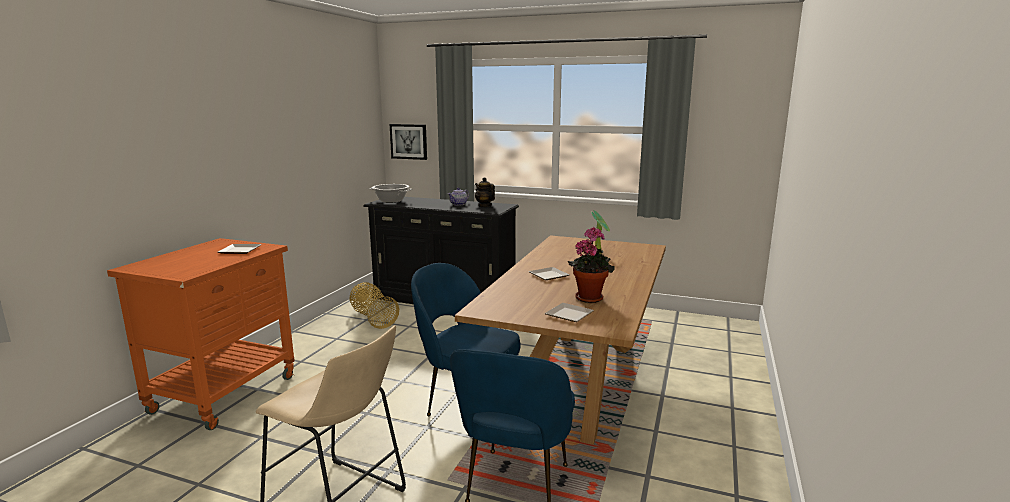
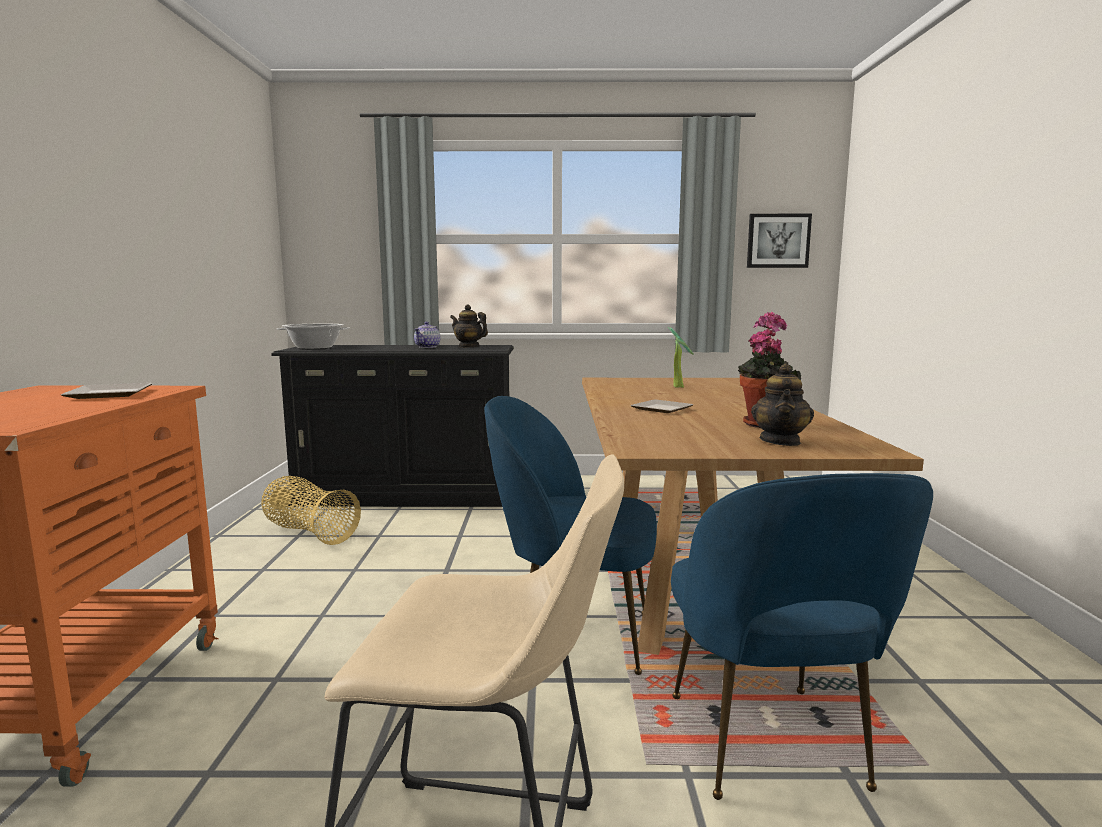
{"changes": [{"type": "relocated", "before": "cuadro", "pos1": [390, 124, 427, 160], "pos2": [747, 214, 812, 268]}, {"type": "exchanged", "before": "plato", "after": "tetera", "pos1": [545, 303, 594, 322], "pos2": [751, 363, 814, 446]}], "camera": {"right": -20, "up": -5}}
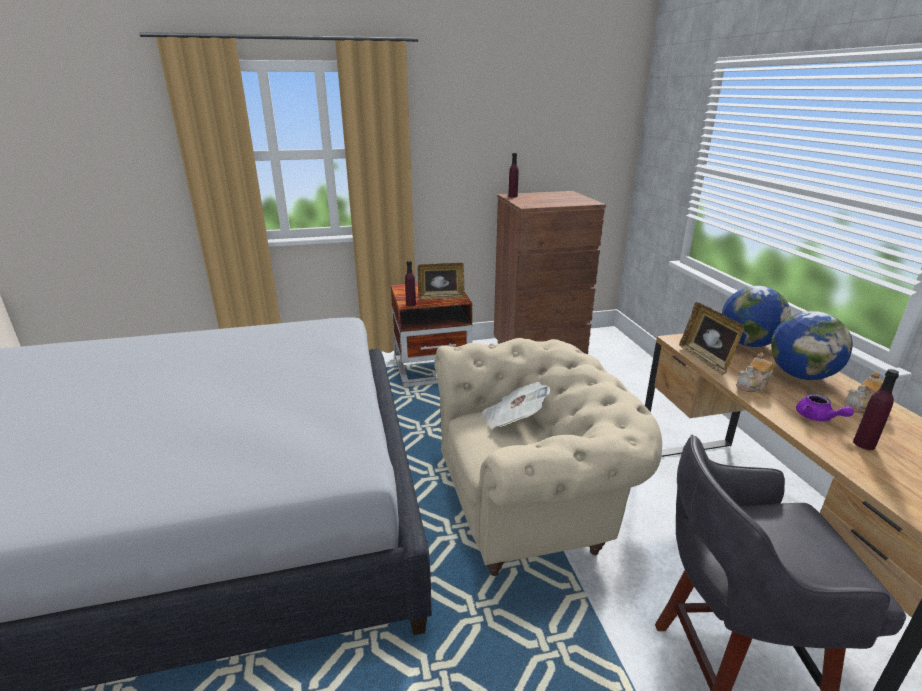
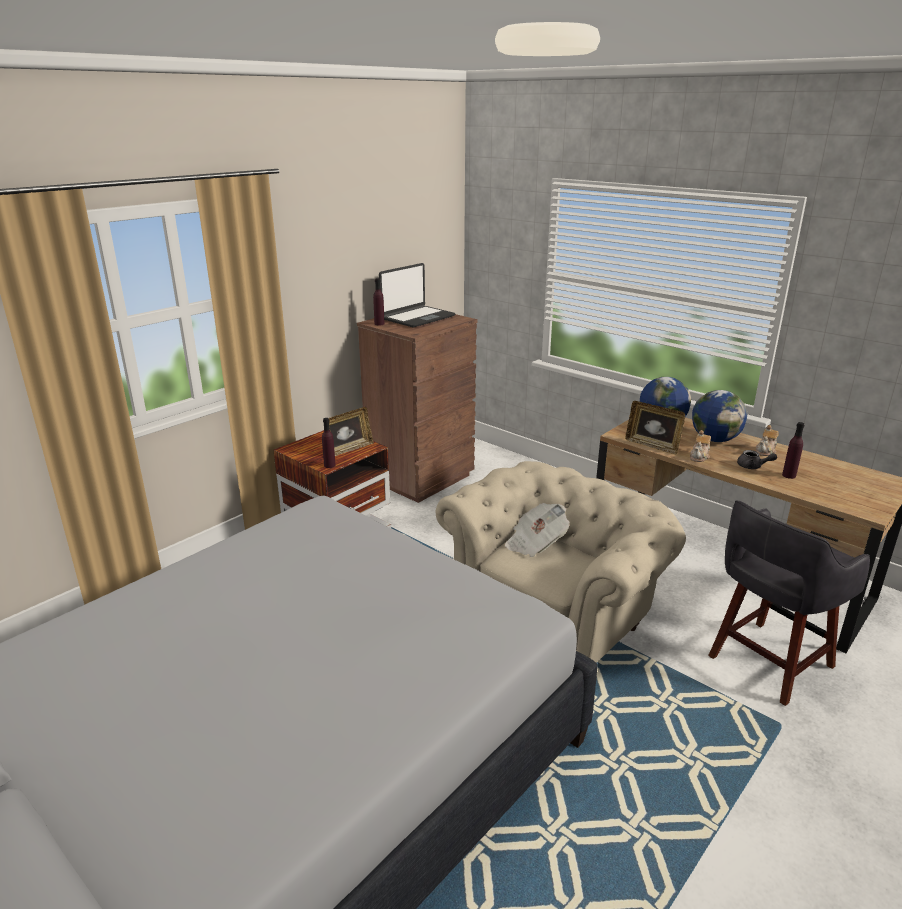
{"changes": [{"type": "colour", "before": "tetera [morado]", "after": "tetera [gris]", "pos1": [796, 393, 854, 422], "pos2": [737, 450, 777, 469]}, {"type": "appeared", "after": "portátil", "pos2": [379, 263, 456, 328]}], "camera": {"right": -35, "up": 0}}
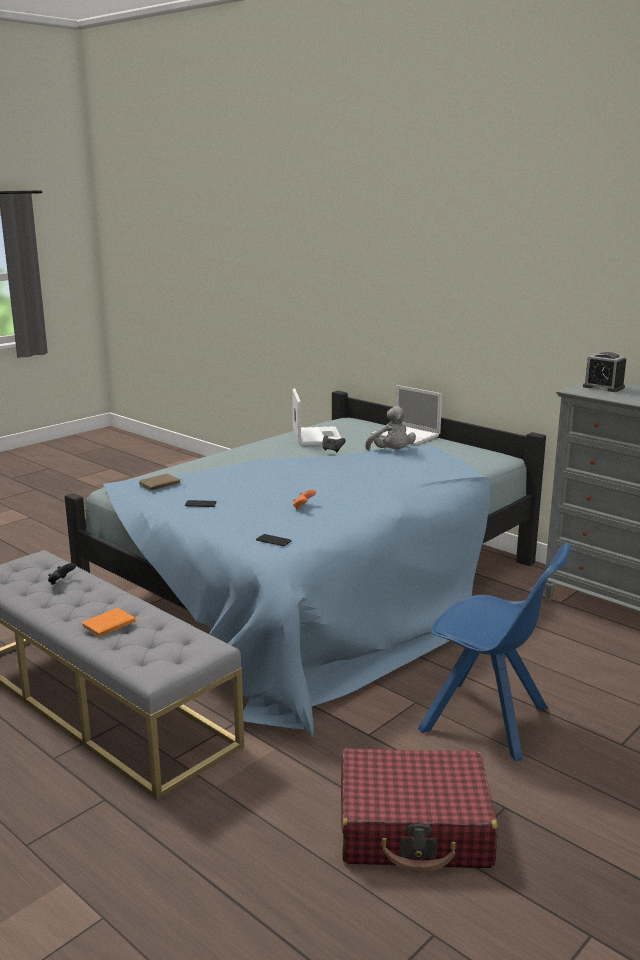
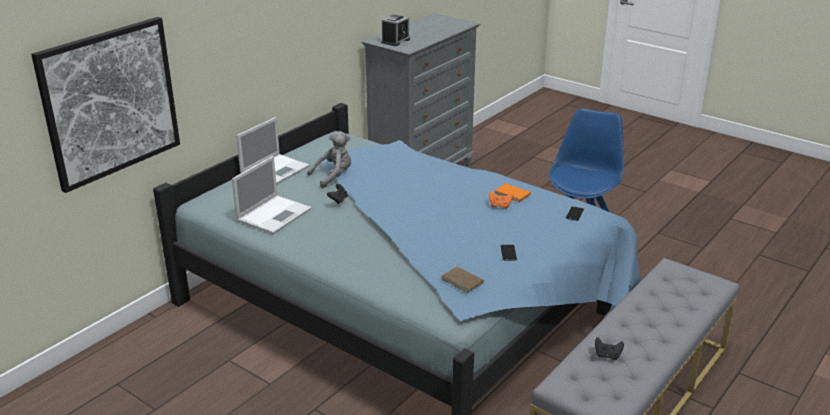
{"changes": [{"type": "relocated", "before": "libro [naranja]", "pos1": [82, 608, 140, 637], "pos2": [495, 181, 531, 203]}, {"type": "spun", "before": "portátil", "pos1": [292, 388, 341, 446], "pos2": [232, 156, 312, 234], "turn": 135}, {"type": "missing", "before": "maleta [rojo]", "pos1": [341, 748, 498, 873]}, {"type": "appeared", "after": "cuadro", "pos2": [31, 17, 180, 193]}], "camera": {"right": -95, "up": 10}}
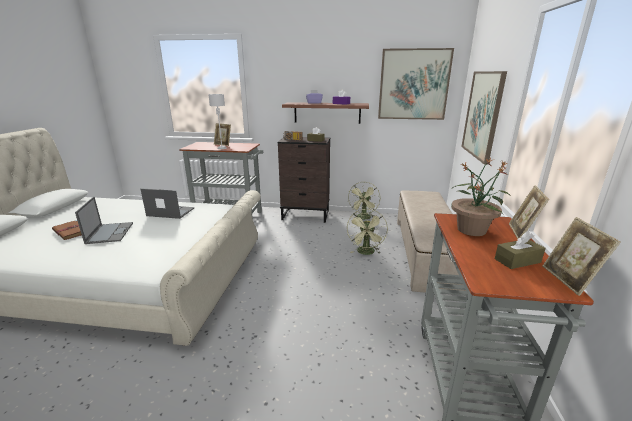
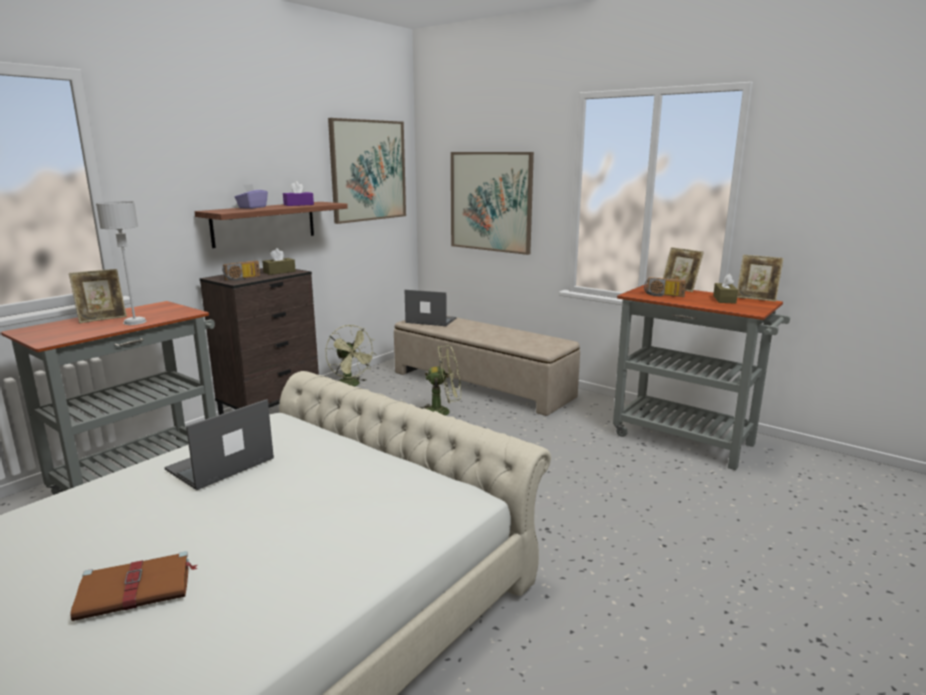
{"changes": [{"type": "relocated", "before": "portátil", "pos1": [75, 197, 133, 244], "pos2": [405, 290, 457, 326]}, {"type": "spun", "before": "ventilador [verde]", "pos1": [347, 209, 388, 255], "pos2": [420, 345, 461, 416], "turn": -45}, {"type": "exchanged", "before": "planta en maceta", "after": "radio", "pos1": [451, 157, 510, 236], "pos2": [644, 277, 686, 297]}], "camera": {"right": -60, "up": -5}}
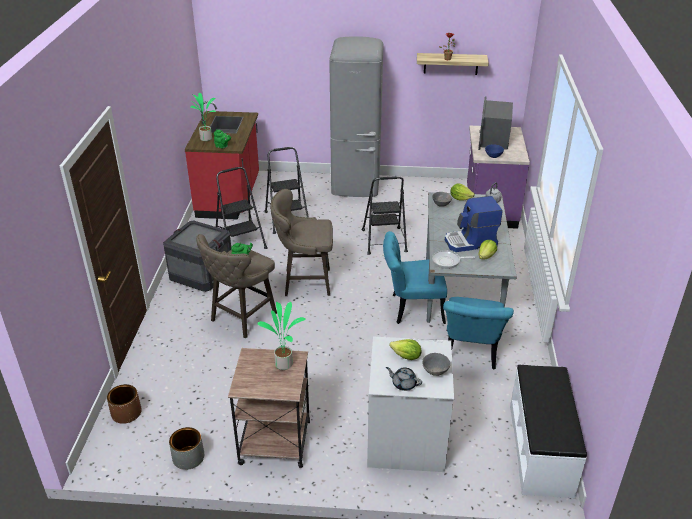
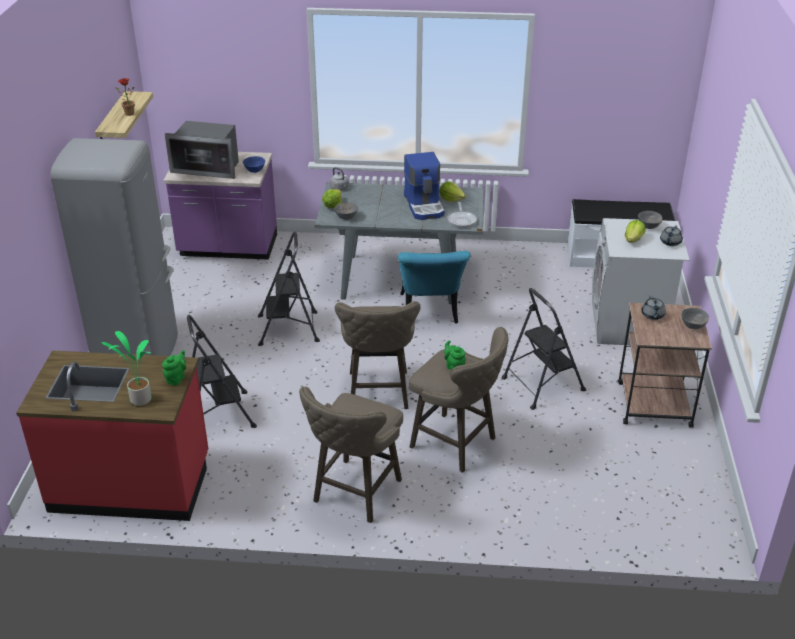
{"changes": [{"type": "missing", "before": "maceta [marrón]", "pos1": [107, 384, 142, 424]}, {"type": "exchanged", "before": "caja de embalaje", "after": "taburete [beis]", "pos1": [163, 220, 231, 292], "pos2": [299, 386, 403, 523]}, {"type": "missing", "before": "maceta [gris]", "pos1": [169, 427, 204, 470]}, {"type": "relocated", "before": "escalera de tijera [negro]", "pos1": [215, 167, 268, 249], "pos2": [501, 288, 586, 410]}, {"type": "exchanged", "before": "planta en maceta", "after": "tetera [gris]", "pos1": [257, 302, 306, 370], "pos2": [641, 295, 666, 320]}, {"type": "missing", "before": "silla [turquesa]", "pos1": [443, 297, 514, 370]}, {"type": "appeared", "after": "cuenco [gris]", "pos2": [681, 308, 709, 329]}], "camera": {"right": -90, "up": 0}}
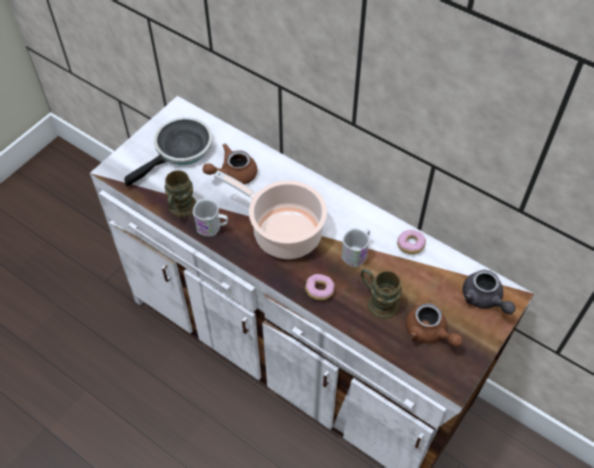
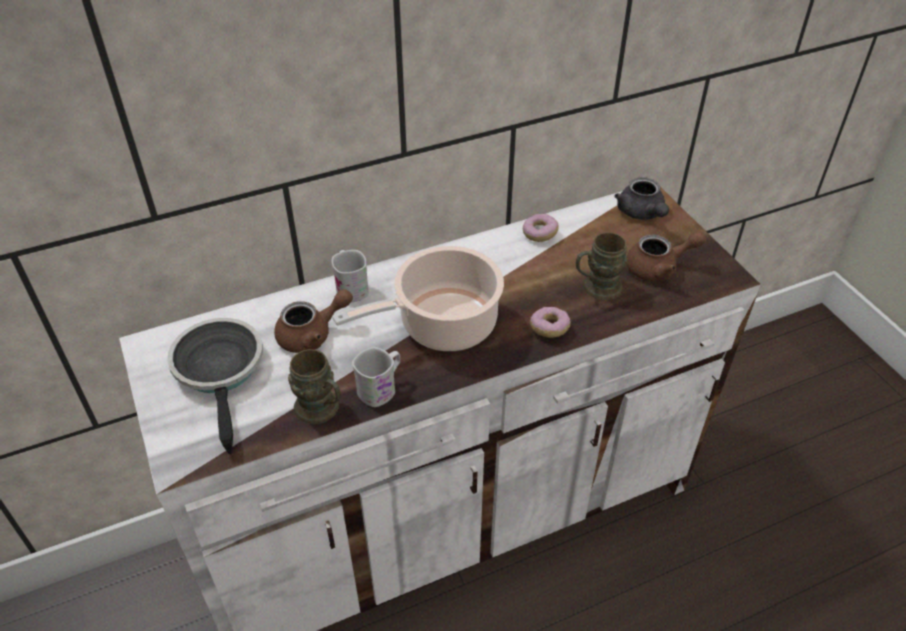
{"changes": [{"type": "spun", "before": "tetera [marrón]", "pos1": [203, 144, 257, 184], "pos2": [274, 289, 353, 353], "turn": -120}, {"type": "relocated", "before": "taza grande [blanco]", "pos1": [341, 228, 370, 267], "pos2": [332, 250, 369, 302]}, {"type": "spun", "before": "tetera [gris]", "pos1": [463, 270, 516, 314], "pos2": [615, 177, 669, 220], "turn": 75}], "camera": {"right": -60, "up": -10}}
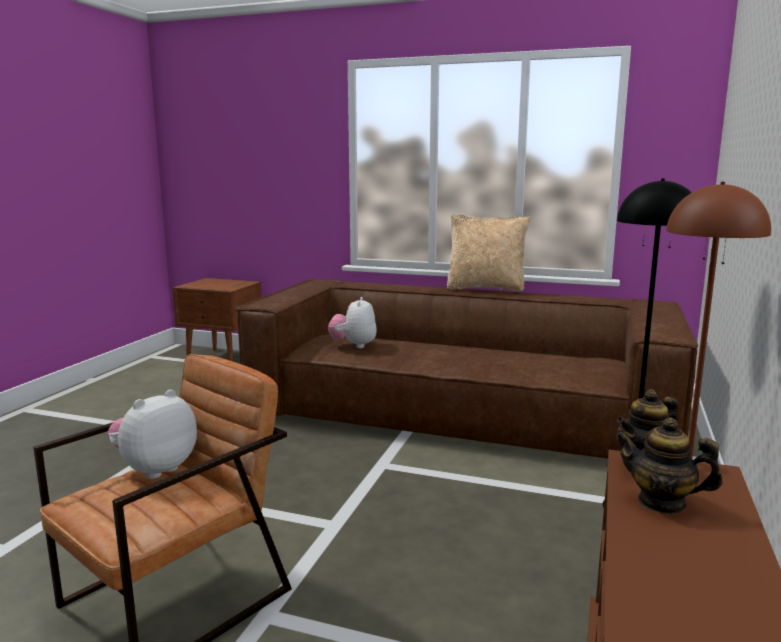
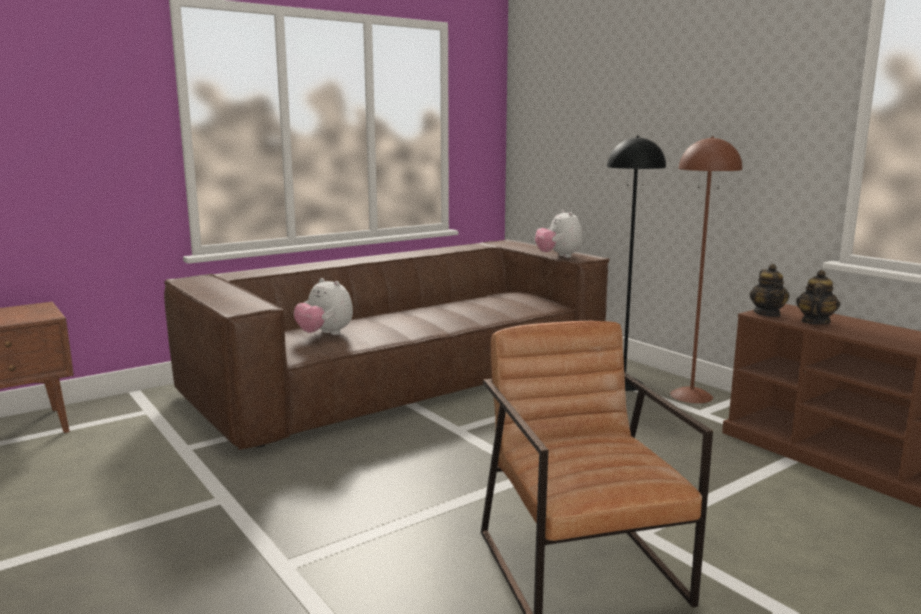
{"changes": [{"type": "relocated", "before": "peluche", "pos1": [107, 389, 197, 479], "pos2": [535, 210, 583, 258]}, {"type": "missing", "before": "cojín [beis]", "pos1": [447, 214, 531, 292]}, {"type": "spun", "before": "tetera", "pos1": [616, 418, 723, 514], "pos2": [796, 270, 840, 324], "turn": 150}], "camera": {"right": -55, "up": 0}}
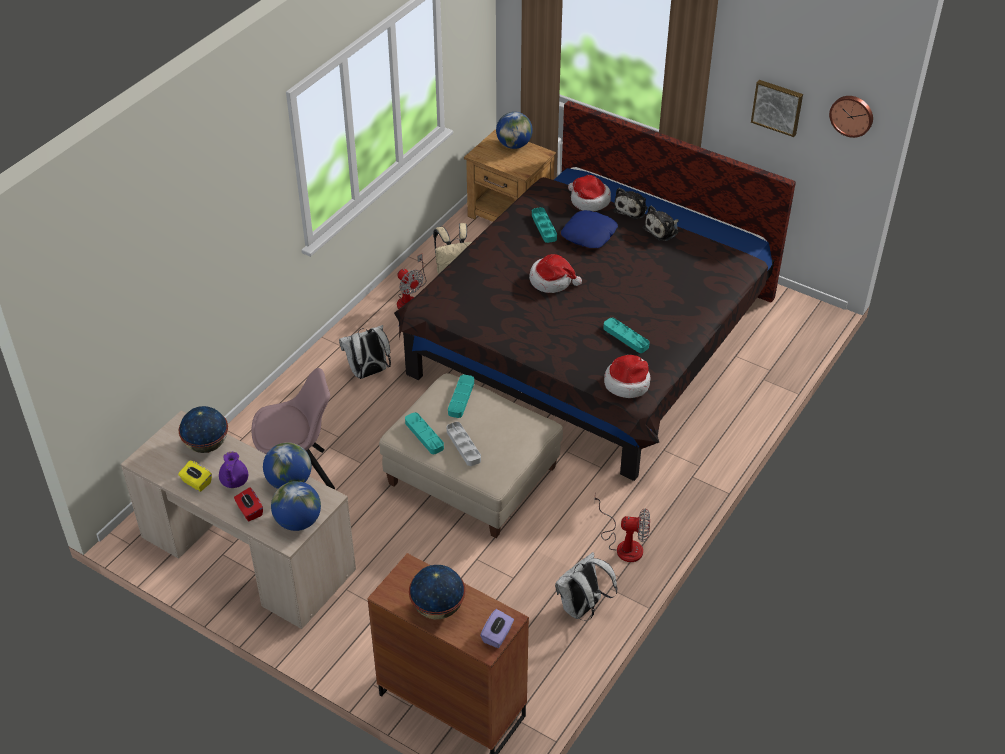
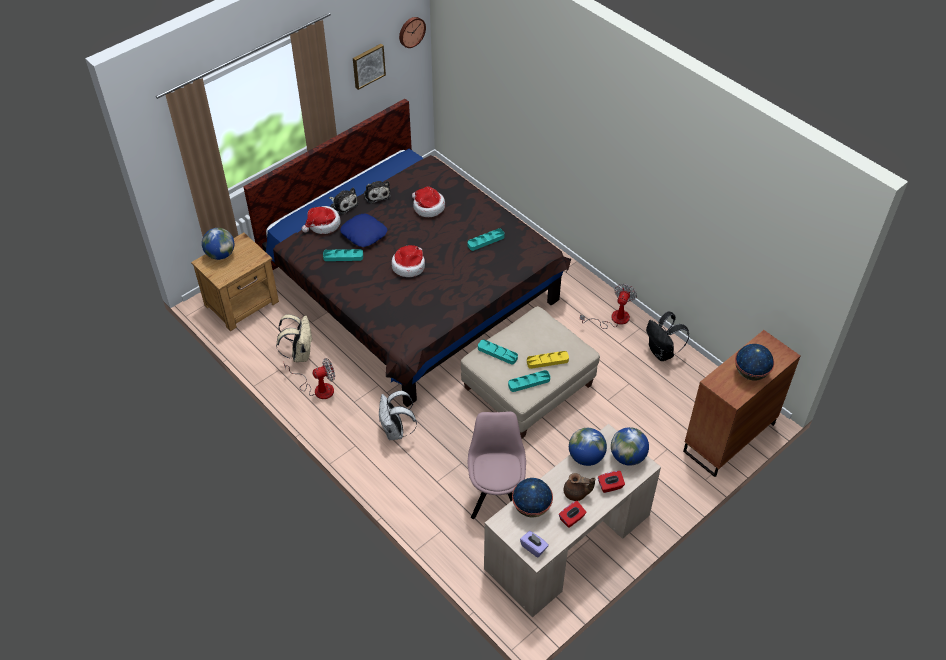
{"changes": [{"type": "colour", "before": "caja de pañuelos [amarillo]", "after": "caja de pañuelos [rojo]", "pos1": [178, 461, 212, 492], "pos2": [559, 501, 586, 528]}, {"type": "colour", "before": "tetera [morado]", "after": "tetera [marrón]", "pos1": [219, 452, 248, 488], "pos2": [564, 473, 595, 501]}, {"type": "colour", "before": "bandeja [gris]", "after": "bandeja [amarillo]", "pos1": [447, 422, 481, 466], "pos2": [527, 351, 569, 369]}, {"type": "relocated", "before": "caja de pañuelos [morado]", "pos1": [480, 609, 514, 648], "pos2": [520, 531, 549, 558]}, {"type": "colour", "before": "mochila [blanco]", "after": "mochila [negro]", "pos1": [555, 552, 618, 621], "pos2": [646, 311, 689, 361]}, {"type": "relocated", "before": "sombrero", "pos1": [604, 355, 651, 398], "pos2": [412, 186, 445, 217]}], "camera": {"right": -75, "up": 5}}
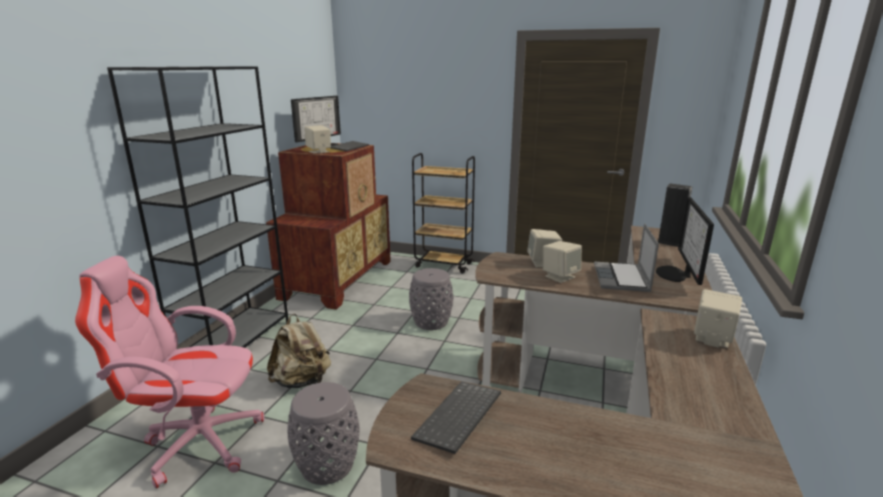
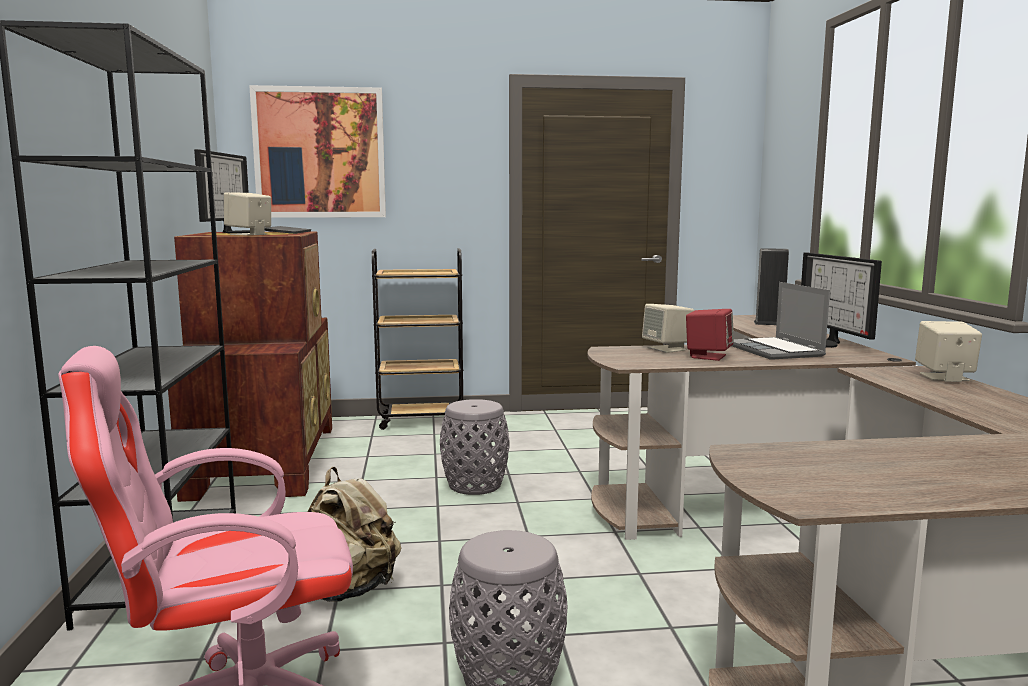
{"changes": [{"type": "missing", "before": "teclado", "pos1": [411, 381, 501, 454]}, {"type": "colour", "before": "altavoz [beis]", "after": "altavoz [rojo]", "pos1": [543, 241, 582, 283], "pos2": [686, 309, 734, 361]}, {"type": "appeared", "after": "cuadro", "pos2": [249, 85, 386, 218]}], "camera": {"right": -25, "up": -10}}
